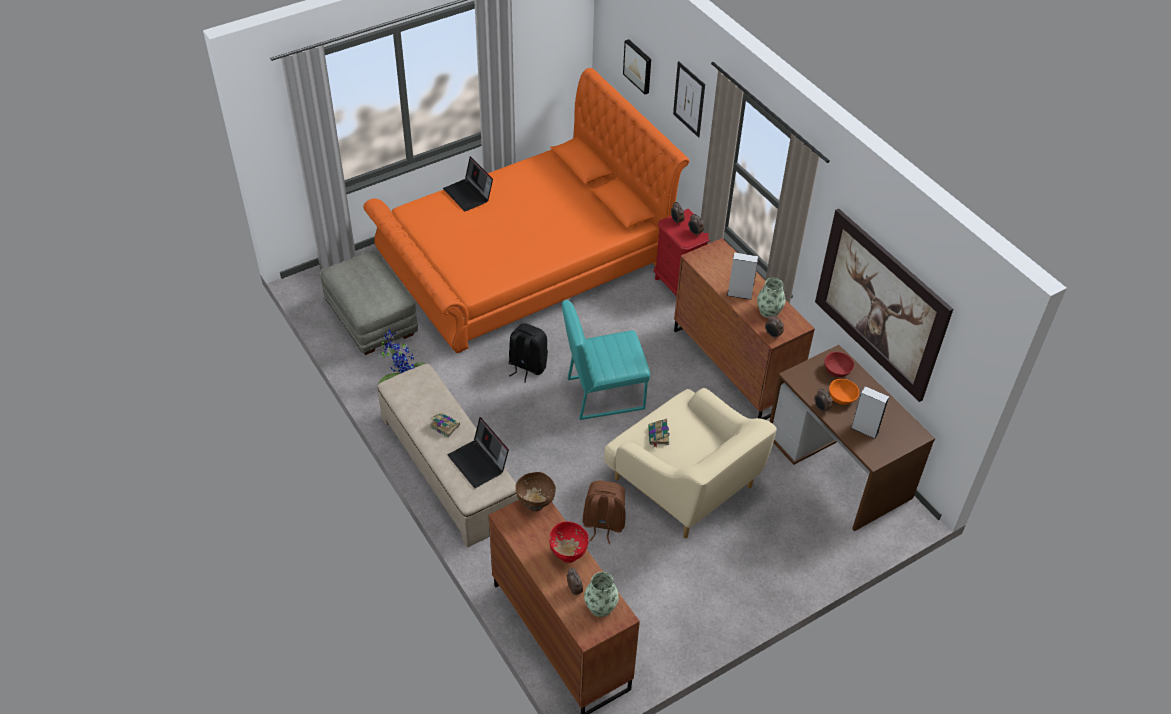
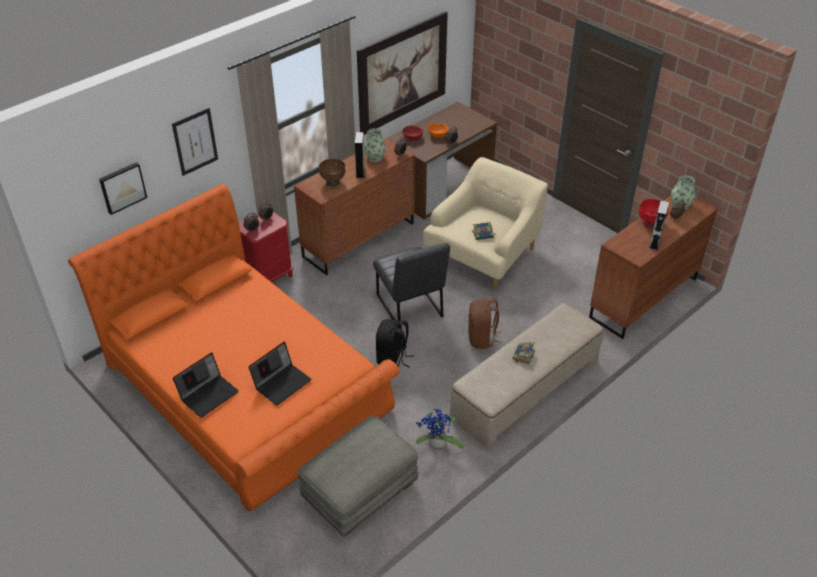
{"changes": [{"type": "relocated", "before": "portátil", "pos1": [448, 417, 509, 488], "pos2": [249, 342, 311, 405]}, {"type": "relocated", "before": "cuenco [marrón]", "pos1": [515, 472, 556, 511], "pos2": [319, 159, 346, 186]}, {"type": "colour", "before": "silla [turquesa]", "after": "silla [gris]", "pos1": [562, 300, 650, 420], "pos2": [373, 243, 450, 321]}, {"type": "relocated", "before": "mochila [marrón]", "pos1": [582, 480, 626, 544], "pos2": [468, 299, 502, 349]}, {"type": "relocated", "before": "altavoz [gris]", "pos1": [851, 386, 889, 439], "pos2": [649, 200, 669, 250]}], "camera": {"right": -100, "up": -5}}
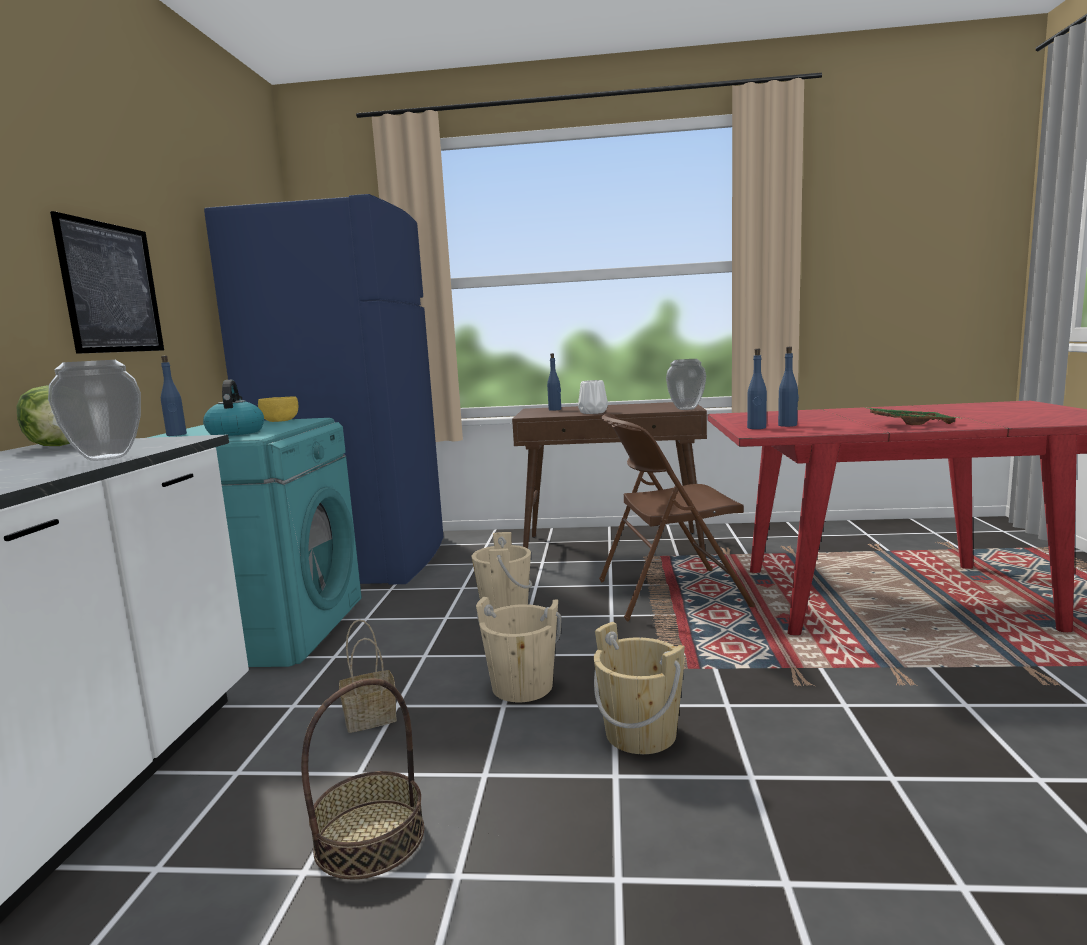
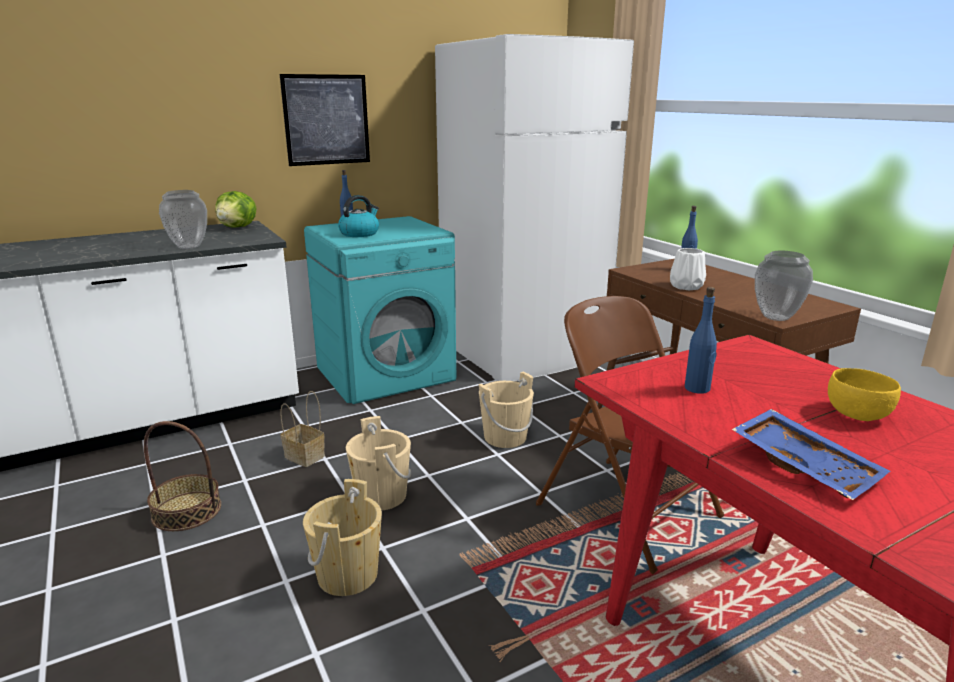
{"changes": [{"type": "colour", "before": "nevera [azul]", "after": "nevera [blanco]", "pos1": [204, 194, 443, 585], "pos2": [435, 34, 634, 381]}, {"type": "relocated", "before": "cuenco [amarillo]", "pos1": [258, 396, 298, 422], "pos2": [828, 368, 901, 421]}, {"type": "missing", "before": "botella [azul]", "pos1": [747, 348, 767, 429]}, {"type": "colour", "before": "bandeja [verde]", "after": "bandeja [azul]", "pos1": [864, 407, 963, 425], "pos2": [732, 409, 890, 500]}], "camera": {"right": 55, "up": 10}}
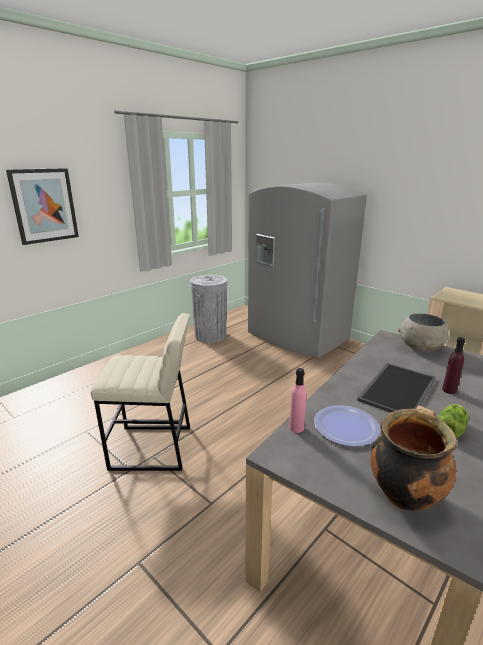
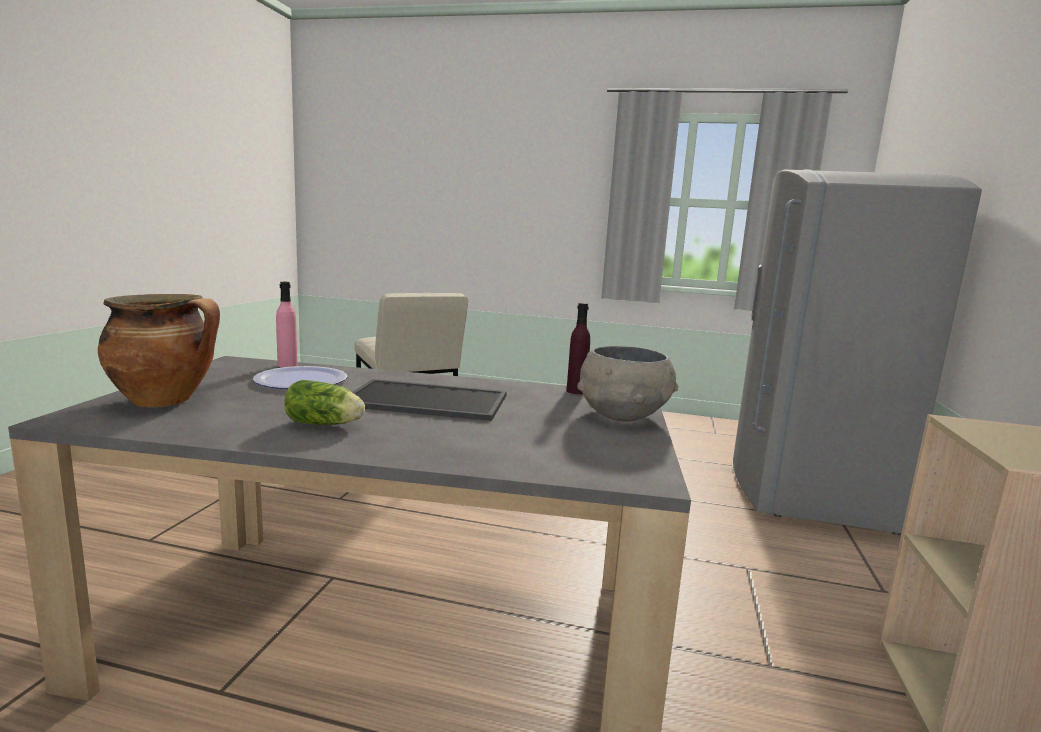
{"changes": [{"type": "missing", "before": "cuadro", "pos1": [6, 168, 79, 245]}, {"type": "missing", "before": "papelera [gris]", "pos1": [190, 275, 228, 343]}, {"type": "relocated", "before": "botella [morado]", "pos1": [442, 337, 465, 394], "pos2": [567, 303, 590, 394]}], "camera": {"right": 60, "up": -10}}
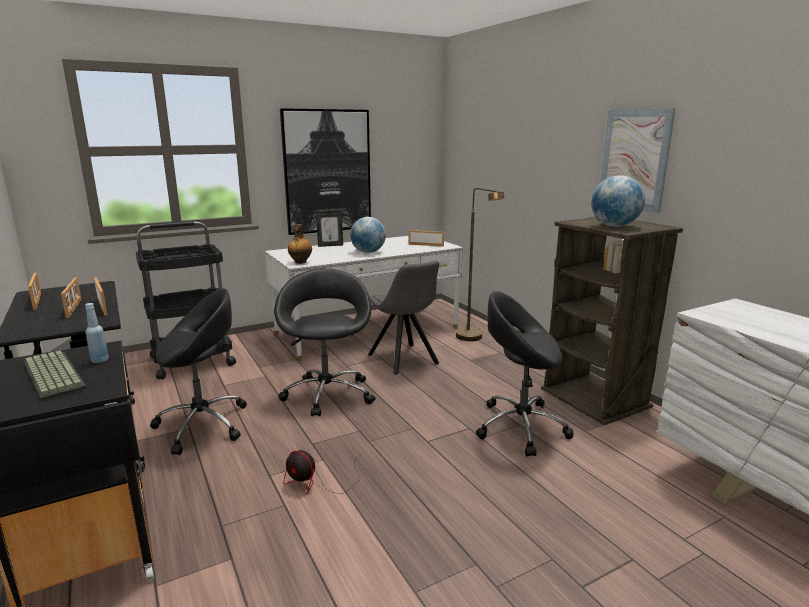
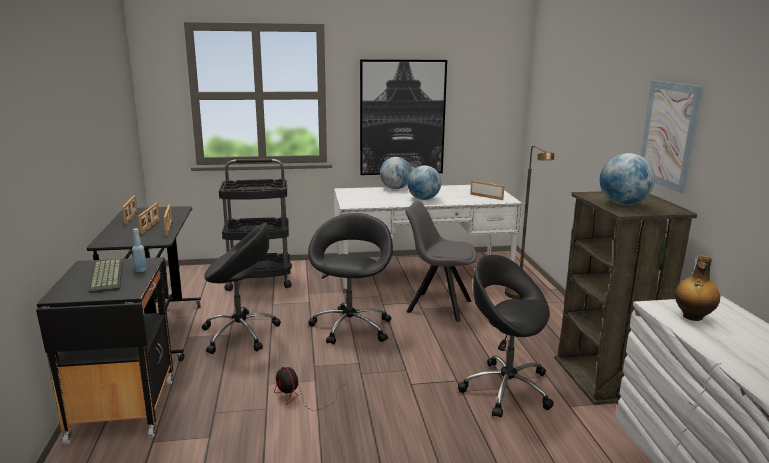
{"changes": [{"type": "relocated", "before": "botella", "pos1": [288, 224, 312, 264], "pos2": [675, 255, 720, 321]}, {"type": "exchanged", "before": "portarretratos", "after": "globo terráqueo", "pos1": [316, 211, 343, 247], "pos2": [380, 157, 412, 189]}, {"type": "spun", "before": "silla [gris]", "pos1": [368, 261, 439, 375], "pos2": [405, 201, 476, 322], "turn": 120}], "camera": {"right": 20, "up": 0}}
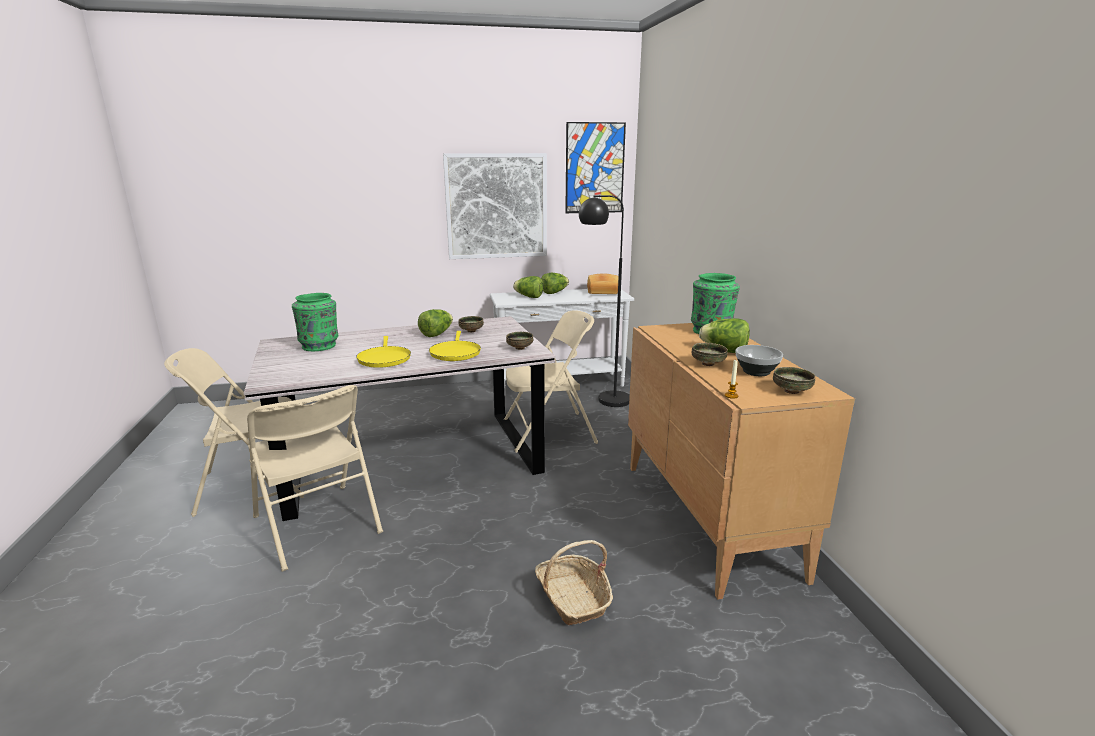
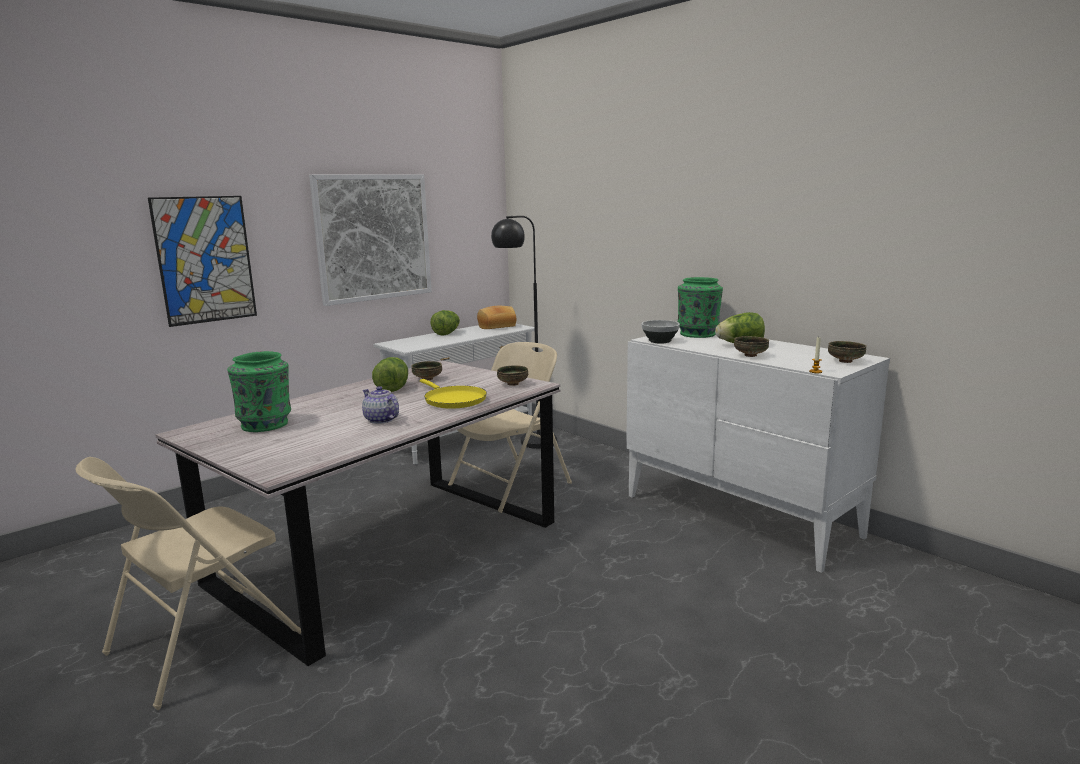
{"changes": [{"type": "missing", "before": "silla [beis]", "pos1": [247, 385, 383, 572]}, {"type": "exchanged", "before": "sartén [amarillo]", "after": "tetera", "pos1": [356, 336, 411, 368], "pos2": [362, 386, 399, 424]}, {"type": "missing", "before": "lechuga", "pos1": [513, 276, 544, 298]}, {"type": "missing", "before": "cesta", "pos1": [535, 540, 613, 625]}, {"type": "relocated", "before": "cuadro", "pos1": [565, 122, 626, 213], "pos2": [148, 196, 257, 327]}, {"type": "colour", "before": "armario [marrón]", "after": "armario [blanco]", "pos1": [628, 323, 855, 600], "pos2": [626, 328, 890, 573]}, {"type": "relocated", "before": "cuenco", "pos1": [736, 345, 783, 376], "pos2": [641, 320, 680, 343]}], "camera": {"right": -30, "up": -5}}
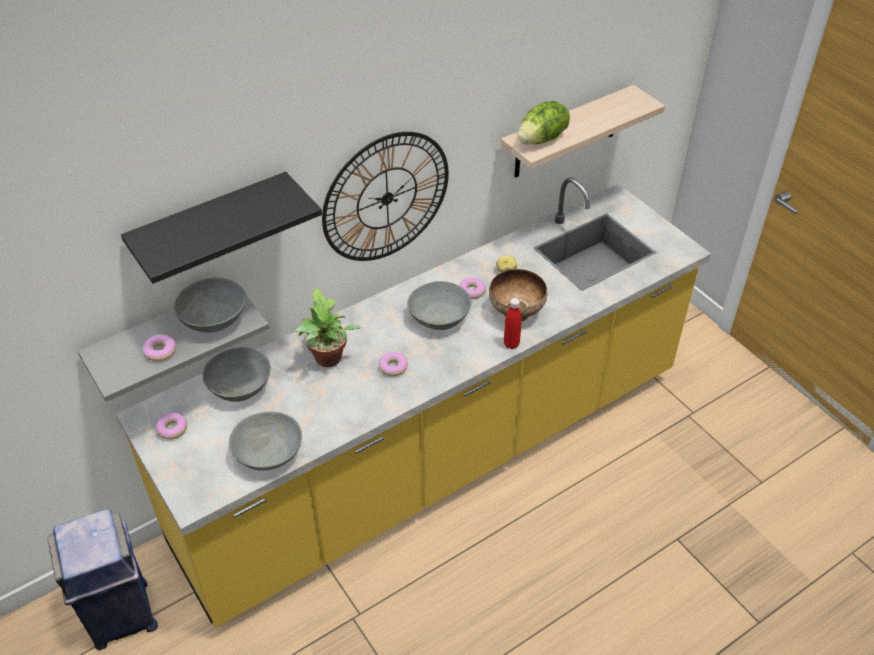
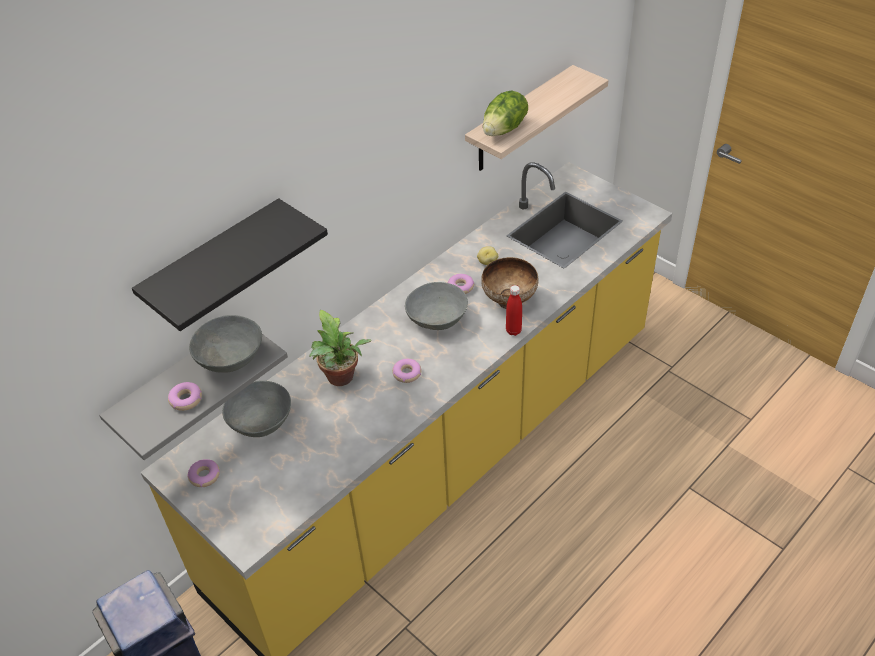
{"changes": [{"type": "missing", "before": "cuenco [gris]", "pos1": [229, 412, 302, 471]}, {"type": "missing", "before": "reloj de pared", "pos1": [322, 132, 449, 261]}], "camera": {"right": -10, "up": 0}}
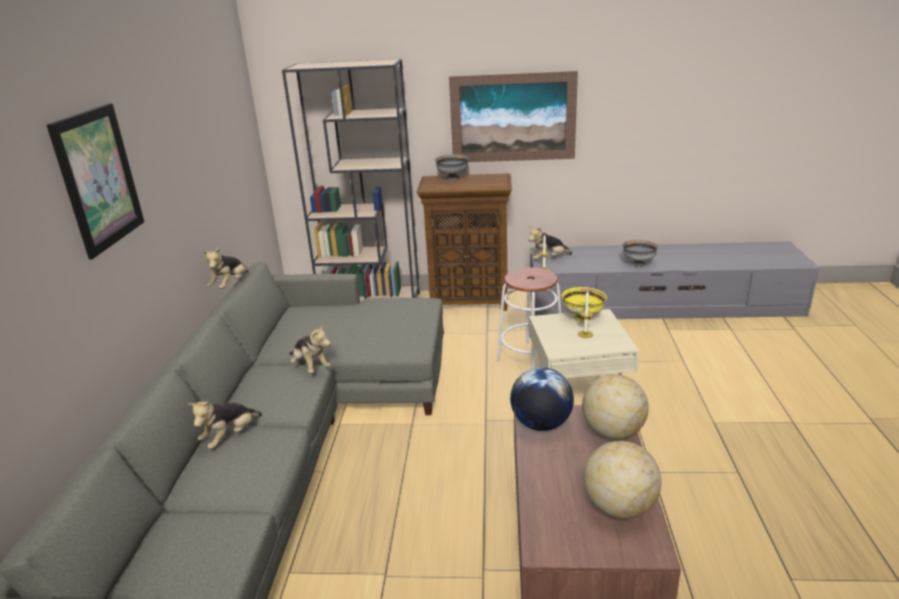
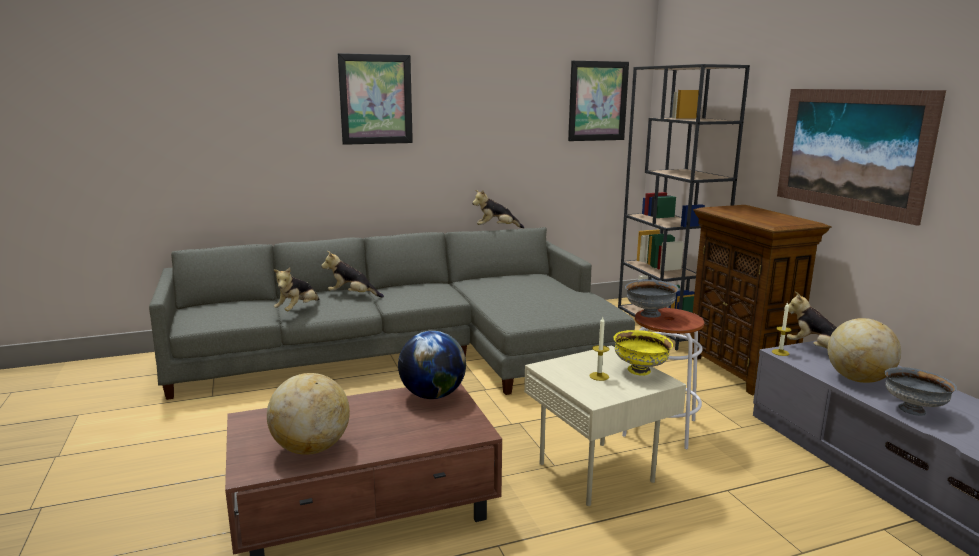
{"changes": [{"type": "relocated", "before": "peluche", "pos1": [289, 323, 331, 373], "pos2": [274, 268, 319, 311]}, {"type": "relocated", "before": "cuenco [gris]", "pos1": [435, 154, 469, 180], "pos2": [625, 280, 679, 318]}, {"type": "relocated", "before": "globo terráqueo", "pos1": [582, 374, 649, 439], "pos2": [828, 318, 901, 383]}, {"type": "appeared", "after": "cuadro", "pos2": [568, 61, 629, 141]}], "camera": {"right": 65, "up": -10}}
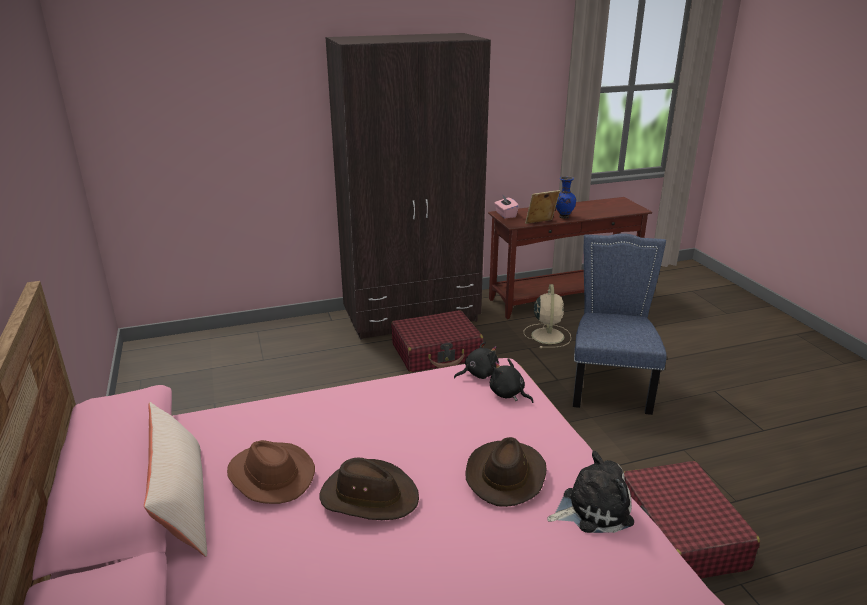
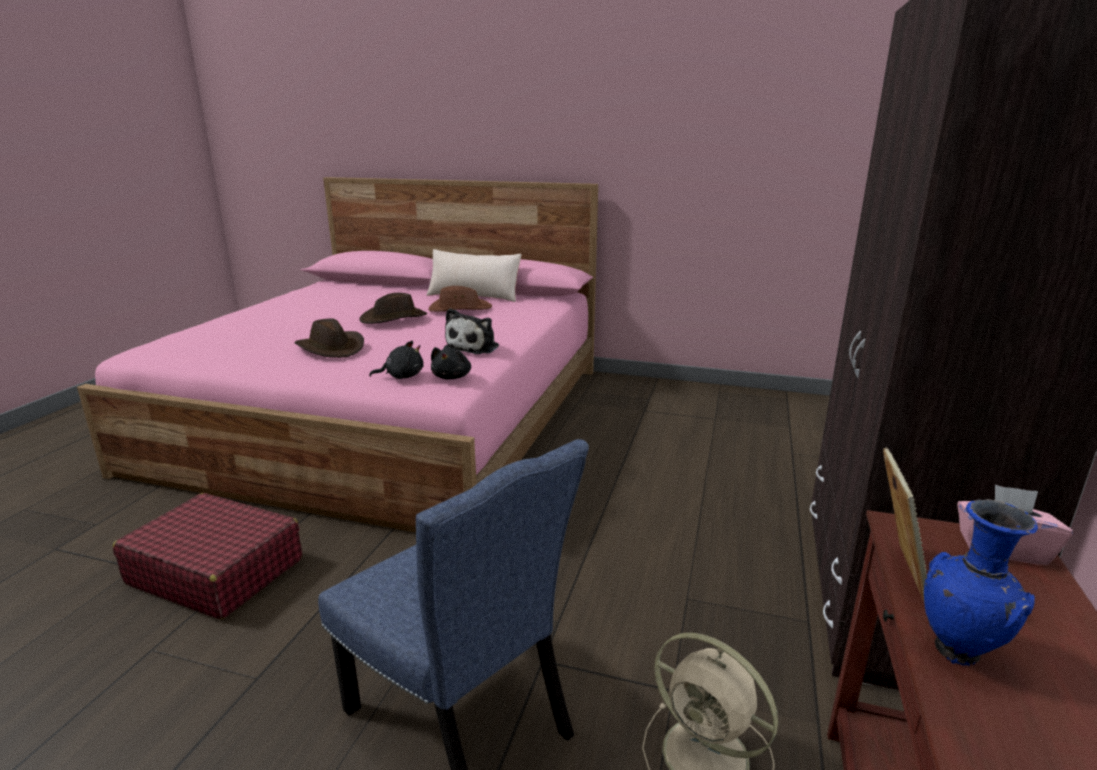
{"changes": [{"type": "missing", "before": "maleta [rojo]", "pos1": [391, 310, 483, 372]}, {"type": "relocated", "before": "peluche", "pos1": [547, 451, 634, 533], "pos2": [444, 308, 499, 354]}], "camera": {"right": 125, "up": -5}}
